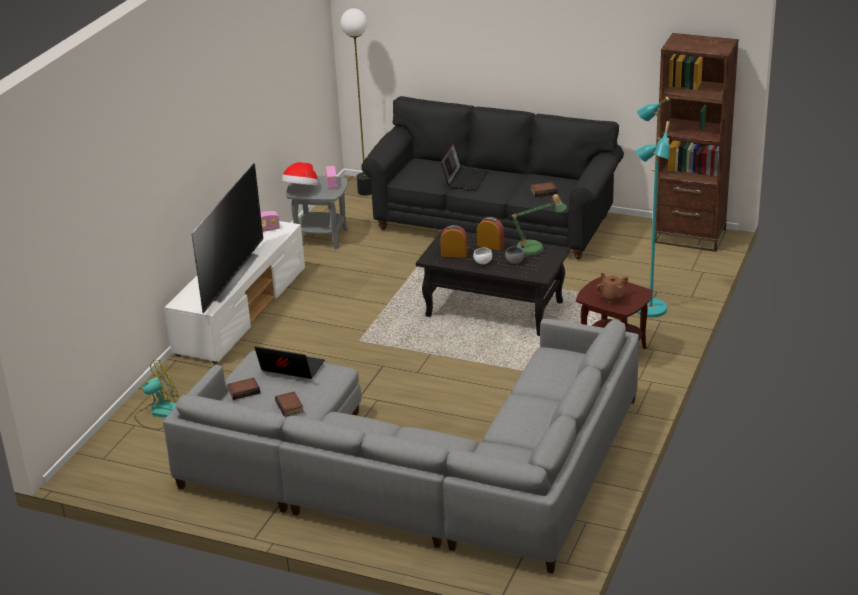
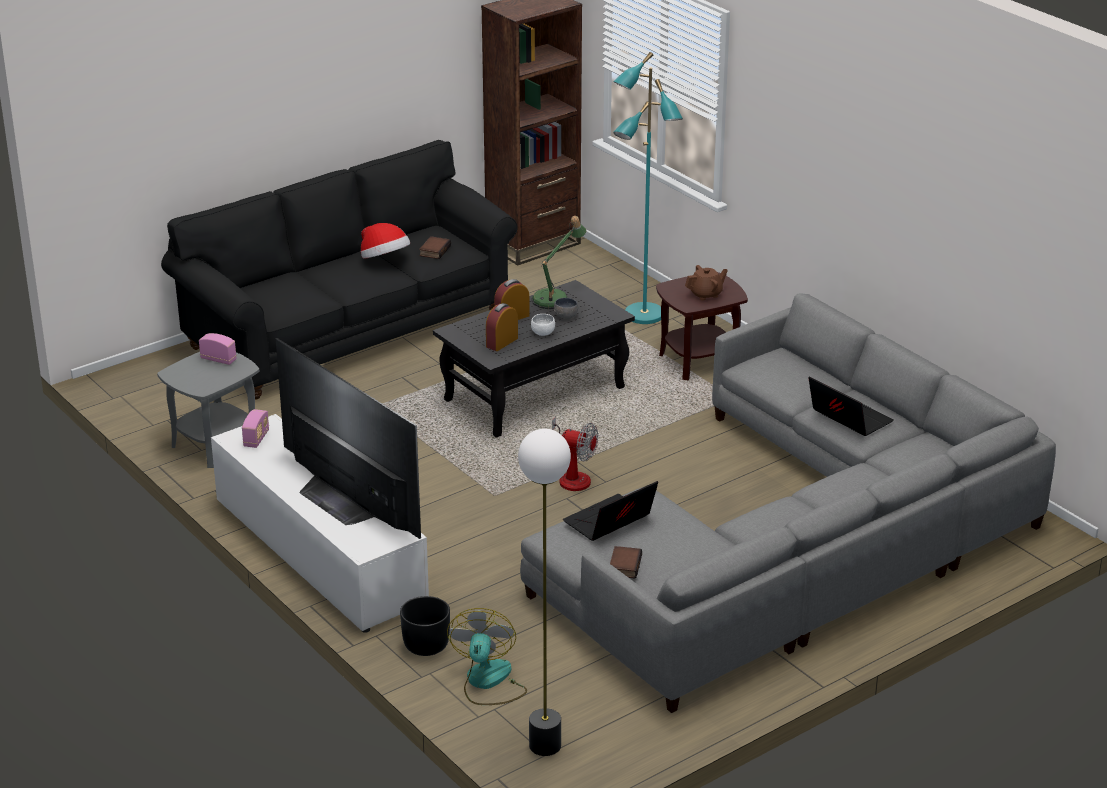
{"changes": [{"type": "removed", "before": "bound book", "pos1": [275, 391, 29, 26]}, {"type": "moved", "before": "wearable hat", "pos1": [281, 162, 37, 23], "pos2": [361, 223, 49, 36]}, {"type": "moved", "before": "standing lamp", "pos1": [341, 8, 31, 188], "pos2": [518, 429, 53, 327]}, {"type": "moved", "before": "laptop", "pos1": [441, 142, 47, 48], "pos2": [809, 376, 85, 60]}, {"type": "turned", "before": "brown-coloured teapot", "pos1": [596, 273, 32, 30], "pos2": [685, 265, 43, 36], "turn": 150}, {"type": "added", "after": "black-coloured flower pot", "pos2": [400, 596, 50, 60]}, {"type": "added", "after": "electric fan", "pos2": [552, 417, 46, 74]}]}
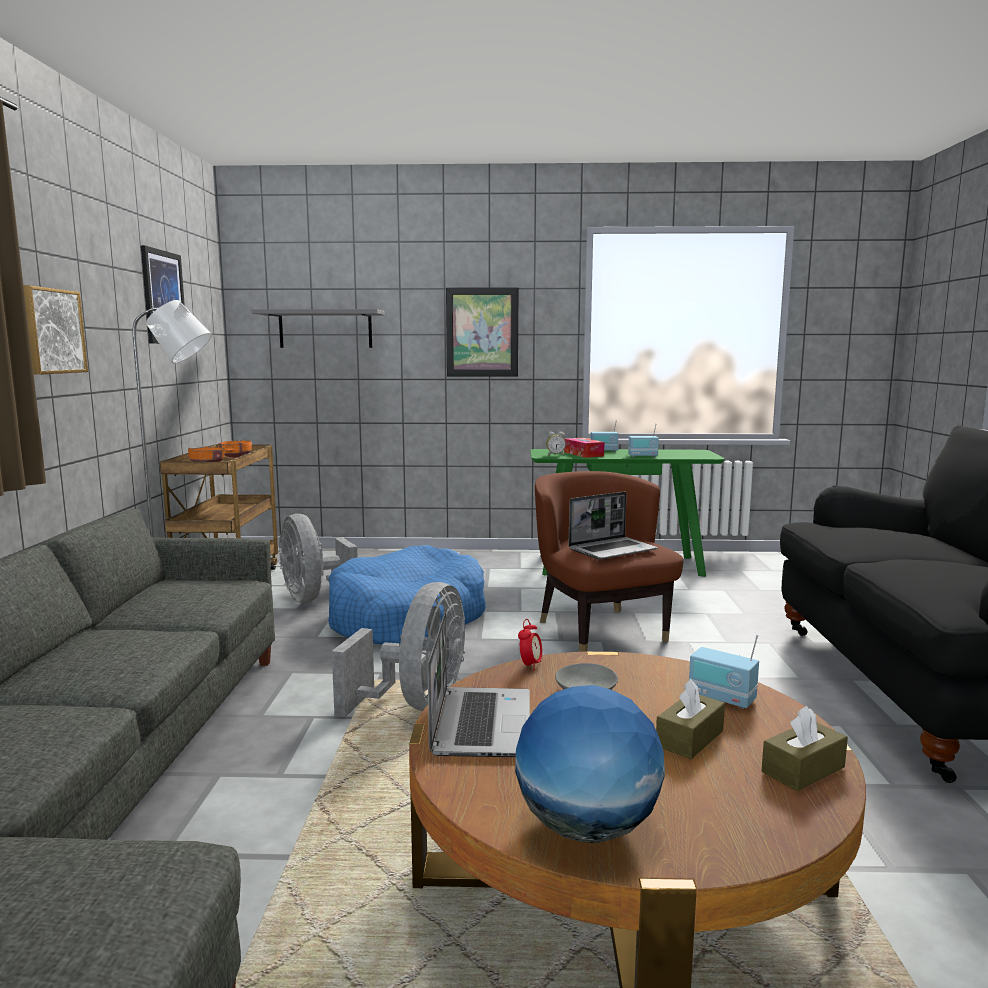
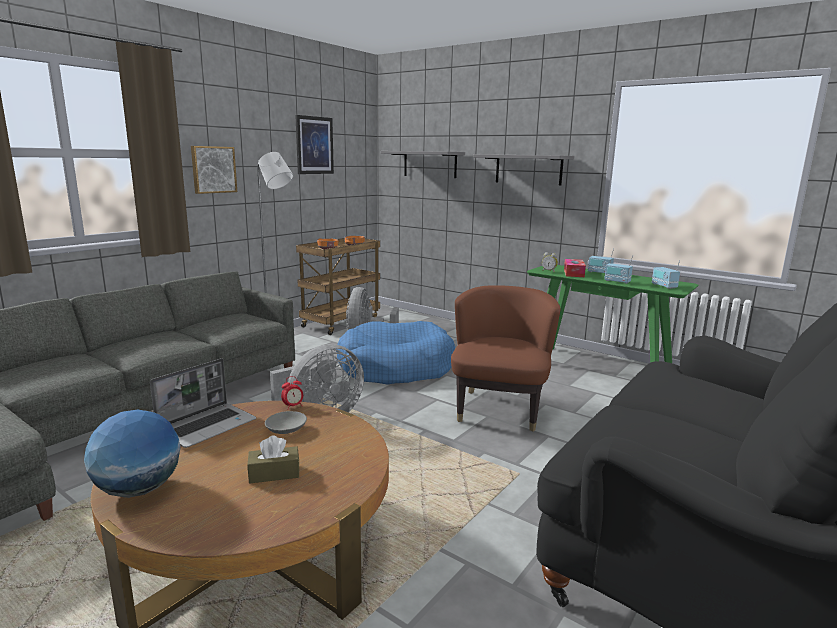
{"changes": [{"type": "replaced", "before": "picture", "after": "grey bracket shelf", "pos1": [446, 287, 73, 90], "pos2": [473, 154, 101, 31]}, {"type": "removed", "before": "laptop", "pos1": [568, 491, 90, 69]}, {"type": "moved", "before": "radio", "pos1": [689, 635, 70, 74], "pos2": [652, 260, 28, 29]}, {"type": "removed", "before": "brown-coloured box of tissues", "pos1": [762, 706, 86, 86]}]}
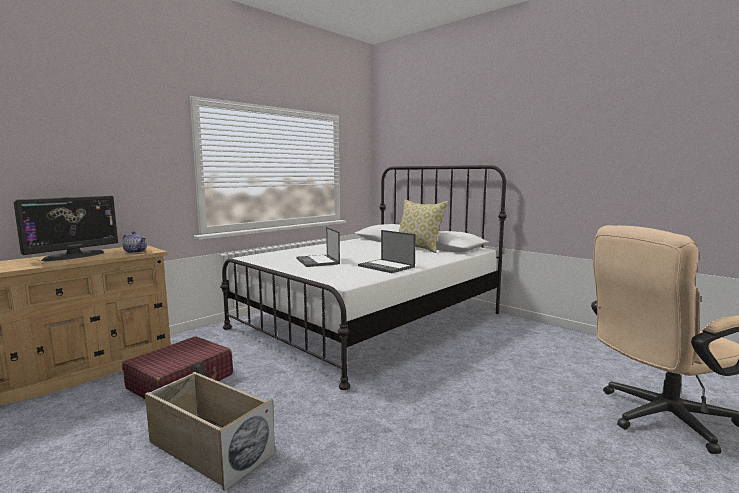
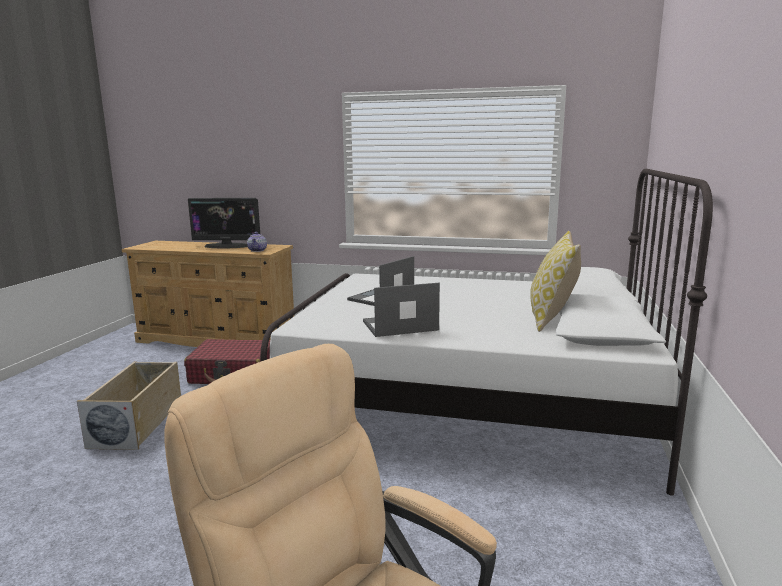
{"changes": [{"type": "turned", "before": "laptop", "pos1": [358, 230, 58, 43], "pos2": [363, 283, 77, 54], "turn": 60}]}
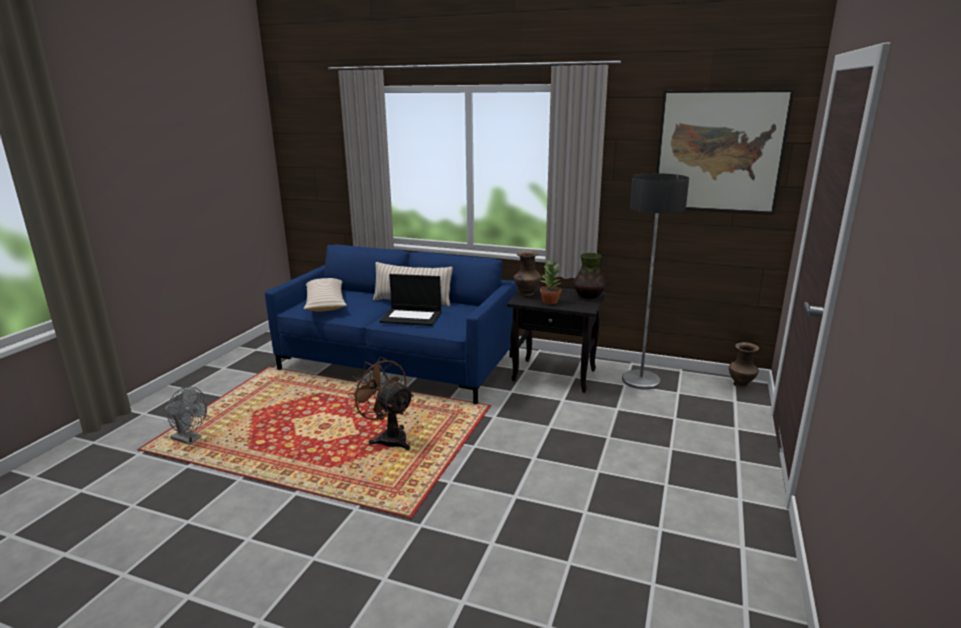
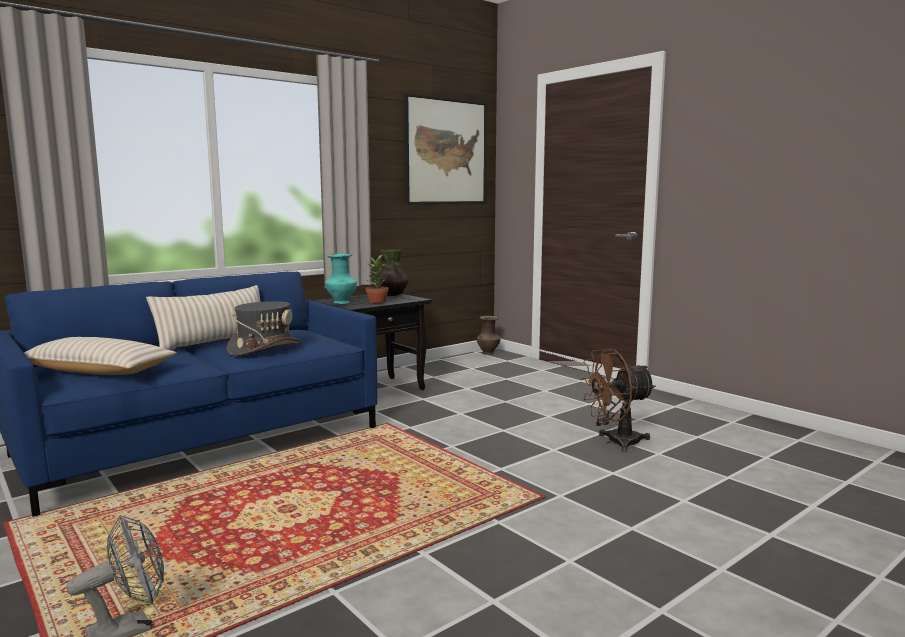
{"changes": [{"type": "moved", "before": "brown-coloured electric fan", "pos1": [348, 357, 66, 93], "pos2": [581, 348, 75, 104]}, {"type": "replaced", "before": "laptop", "after": "grey wearable hat", "pos1": [379, 274, 62, 52], "pos2": [226, 301, 75, 55]}, {"type": "recoloured", "before": "brown-coloured flower vase", "after": "turquoise-coloured flower vase", "pos1": [514, 251, 27, 45], "pos2": [325, 254, 32, 50]}, {"type": "removed", "before": "standing lamp", "pos1": [622, 173, 67, 217]}]}
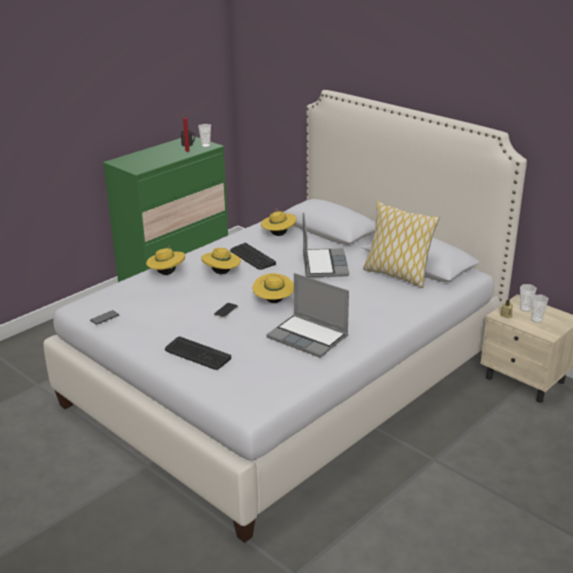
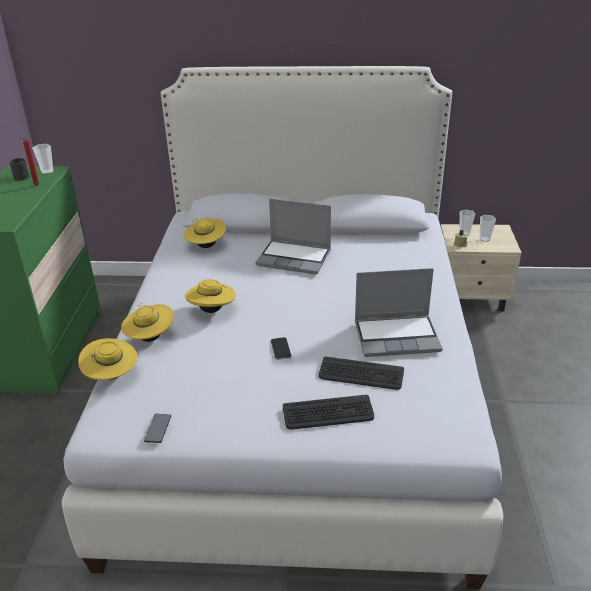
{"changes": [{"type": "moved", "before": "keyboard", "pos1": [230, 243, 46, 27], "pos2": [319, 357, 85, 33]}, {"type": "moved", "before": "yellowish wearable hat", "pos1": [253, 273, 41, 30], "pos2": [78, 338, 59, 42]}, {"type": "turned", "before": "laptop", "pos1": [303, 212, 46, 65], "pos2": [255, 199, 76, 75], "turn": 150}, {"type": "removed", "before": "pillow", "pos1": [363, 201, 77, 87]}]}
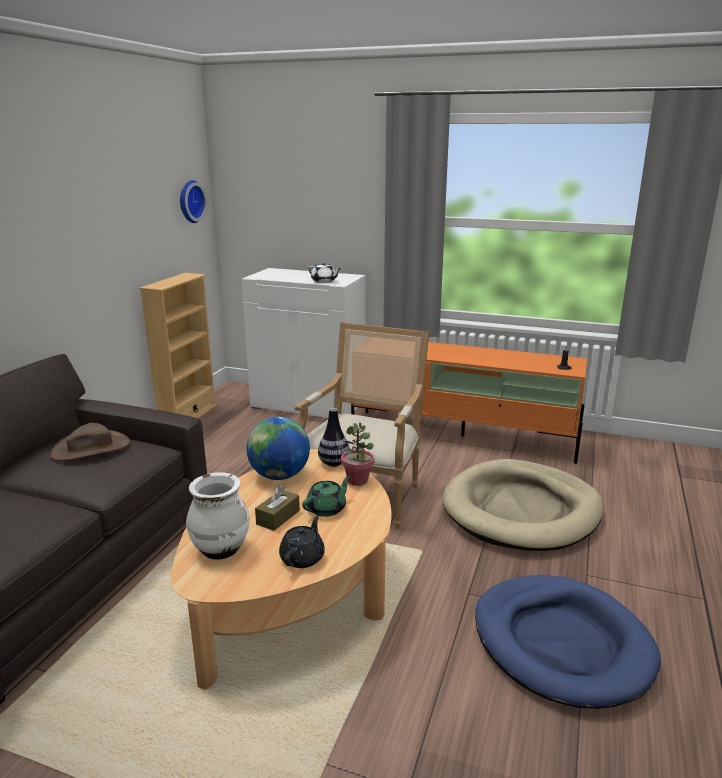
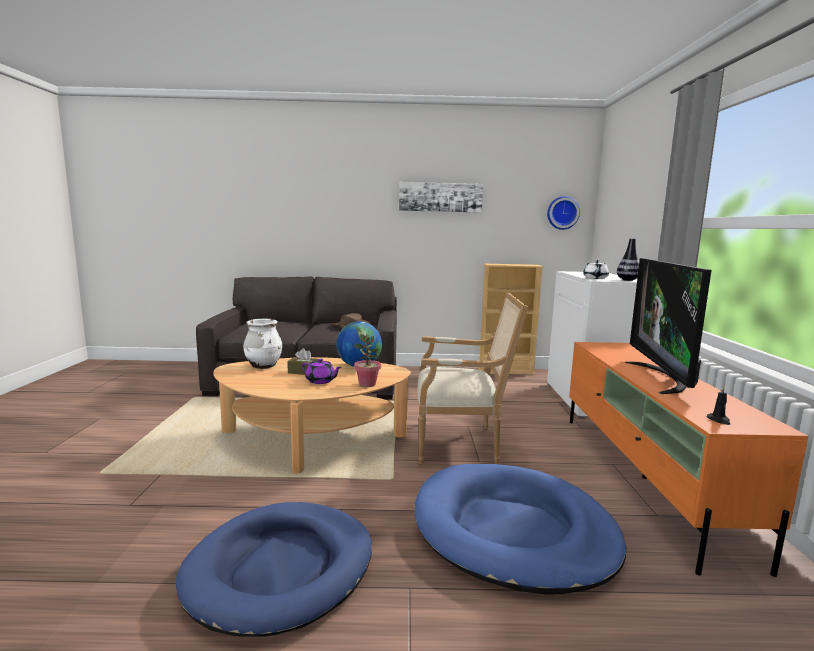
{"changes": [{"type": "removed", "before": "black-coloured teapot", "pos1": [279, 515, 46, 53]}, {"type": "recoloured", "before": "green teapot", "after": "purplish teapot", "pos1": [302, 476, 49, 41], "pos2": [302, 359, 40, 25]}, {"type": "moved", "before": "flower vase", "pos1": [318, 408, 32, 59], "pos2": [617, 238, 22, 43]}, {"type": "recoloured", "before": "beige dog cushion", "after": "blue dog cushion", "pos1": [442, 459, 161, 92], "pos2": [415, 464, 211, 130]}, {"type": "added", "after": "picture", "pos2": [399, 182, 84, 31]}, {"type": "added", "after": "TV set", "pos2": [625, 258, 86, 136]}]}
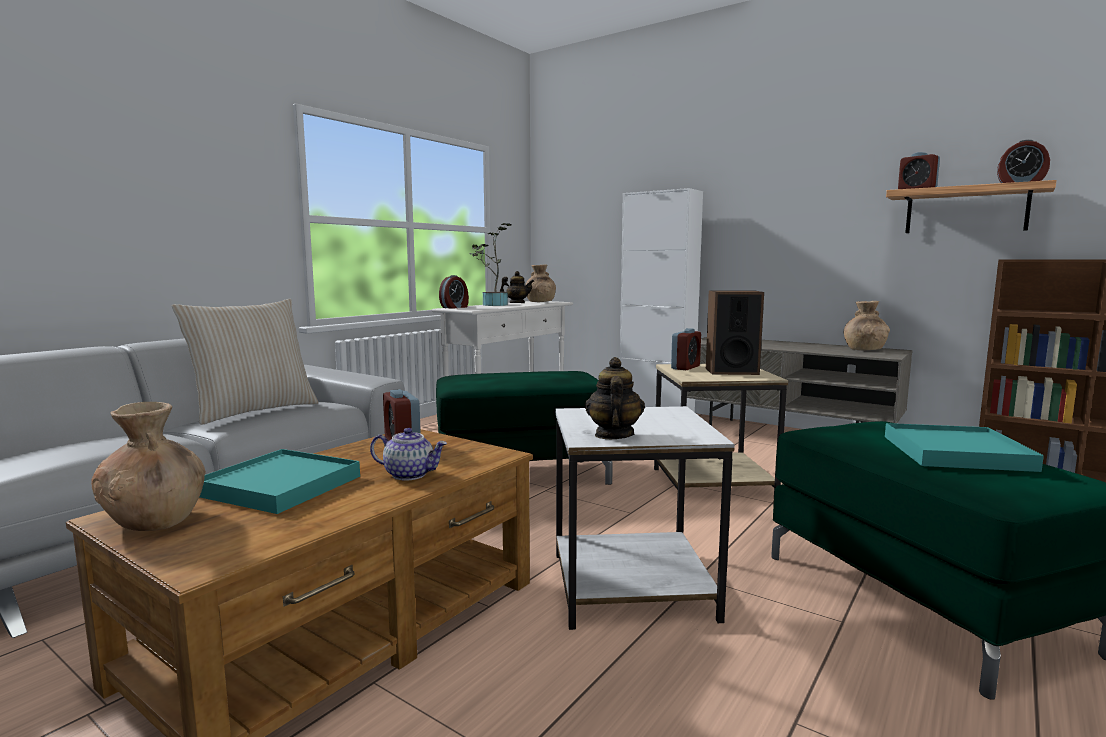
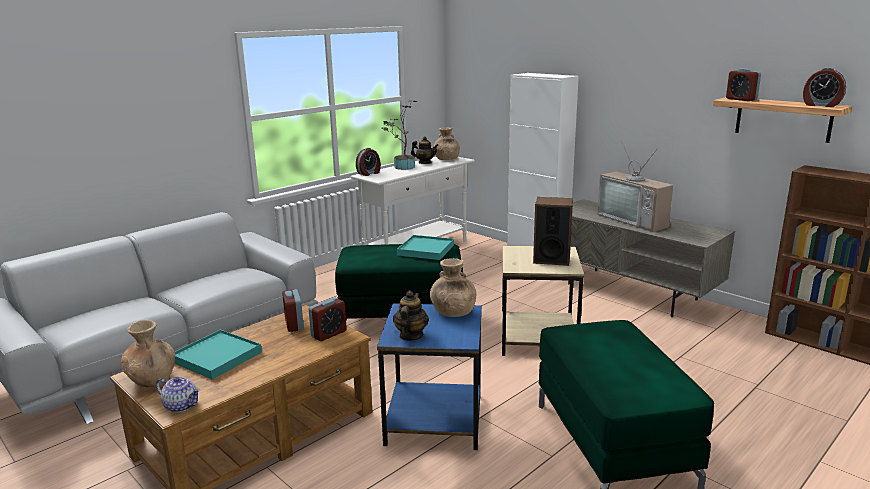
{"changes": [{"type": "removed", "before": "beige pillow", "pos1": [172, 299, 147, 126]}, {"type": "moved", "before": "teapot", "pos1": [370, 428, 77, 52], "pos2": [156, 377, 44, 35]}, {"type": "recoloured", "before": "white accent table", "after": "blue accent table", "pos1": [555, 406, 180, 224], "pos2": [377, 303, 105, 147]}, {"type": "moved", "before": "table clock", "pos1": [671, 328, 30, 42], "pos2": [309, 298, 38, 43]}, {"type": "moved", "before": "brown-coloured flower vase", "pos1": [844, 301, 46, 49], "pos2": [430, 258, 47, 59]}, {"type": "moved", "before": "turquoise-coloured serving tray", "pos1": [885, 423, 159, 49], "pos2": [397, 235, 57, 25]}, {"type": "added", "after": "TV set", "pos2": [598, 140, 75, 92]}]}
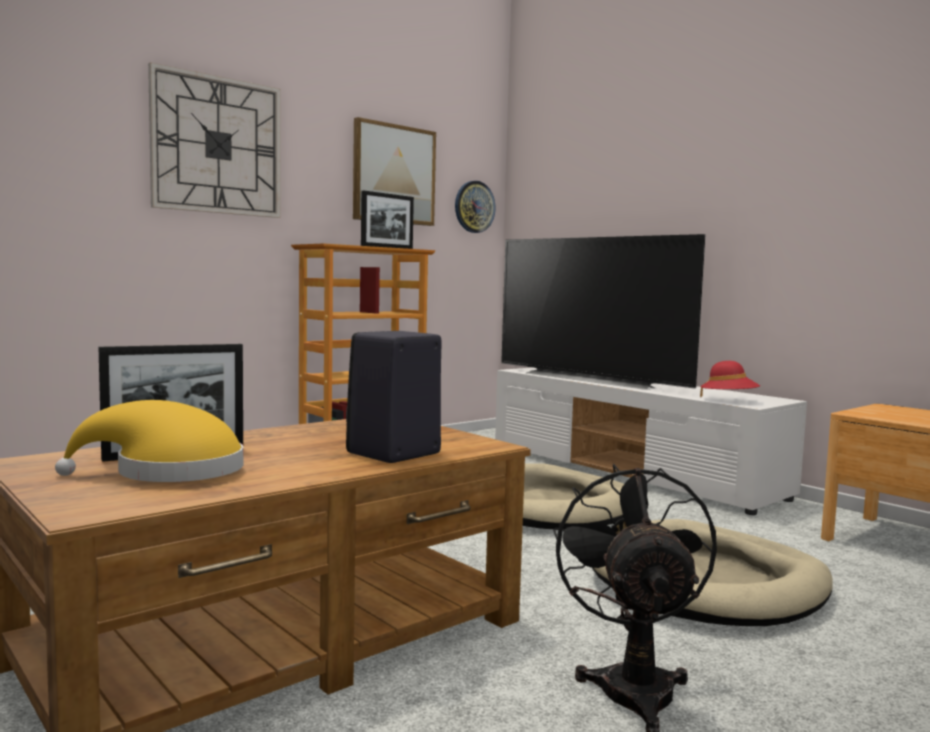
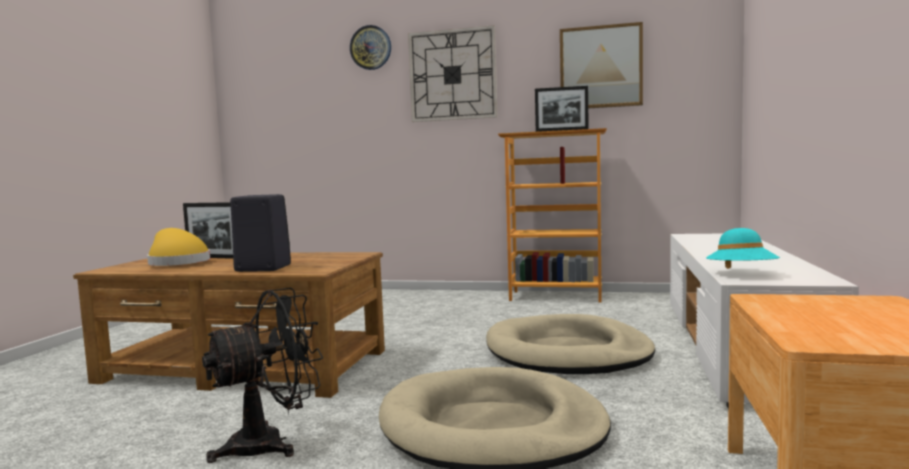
{"changes": [{"type": "moved", "before": "hanging clock", "pos1": [455, 181, 41, 52], "pos2": [350, 25, 41, 45]}, {"type": "removed", "before": "TV set", "pos1": [501, 234, 204, 156]}, {"type": "recoloured", "before": "red-coloured wearable hat", "after": "turquoise-coloured wearable hat", "pos1": [700, 361, 60, 36], "pos2": [706, 228, 74, 41]}]}
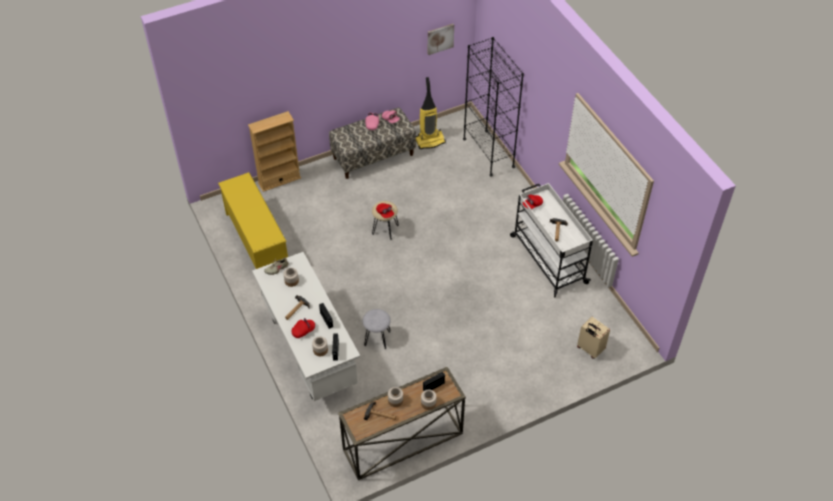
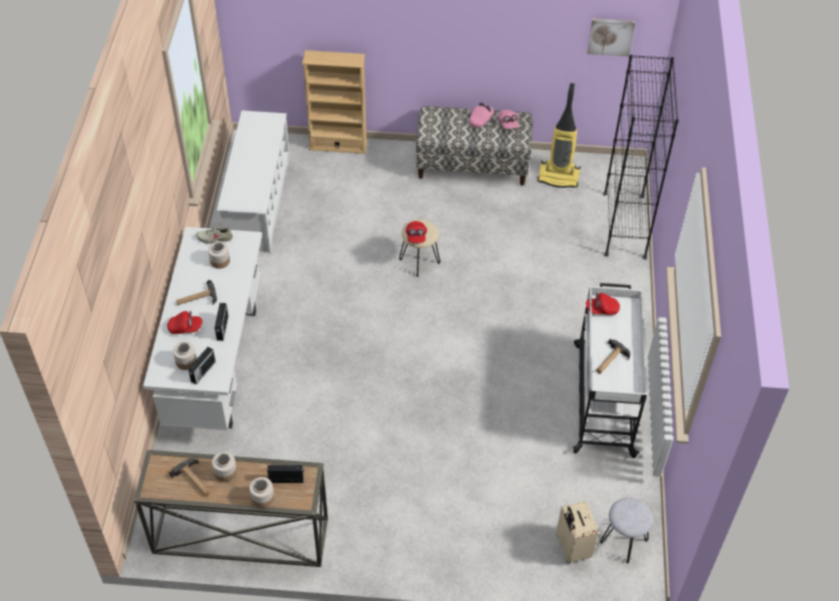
{"changes": [{"type": "recoloured", "before": "yellowish shoe stand", "after": "white shoe stand", "pos1": [218, 172, 70, 97], "pos2": [217, 110, 73, 144]}, {"type": "moved", "before": "grey stool", "pos1": [363, 309, 28, 40], "pos2": [600, 498, 53, 65]}]}
